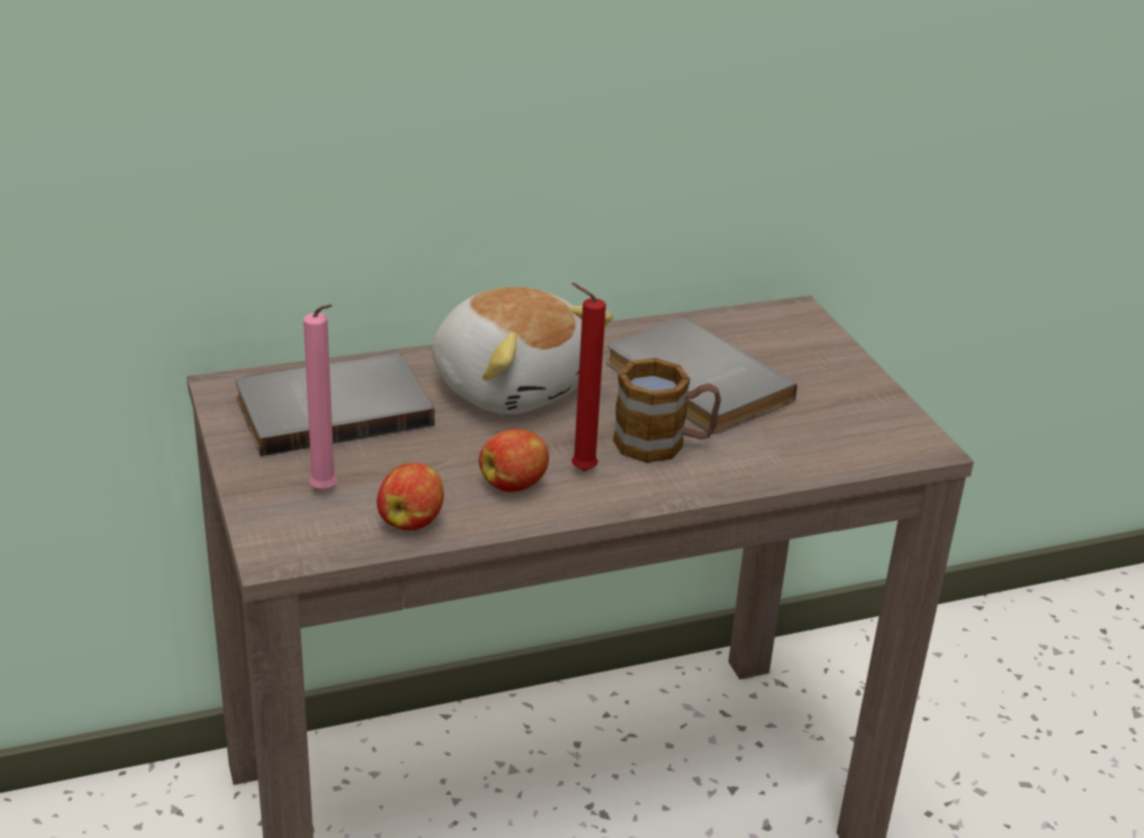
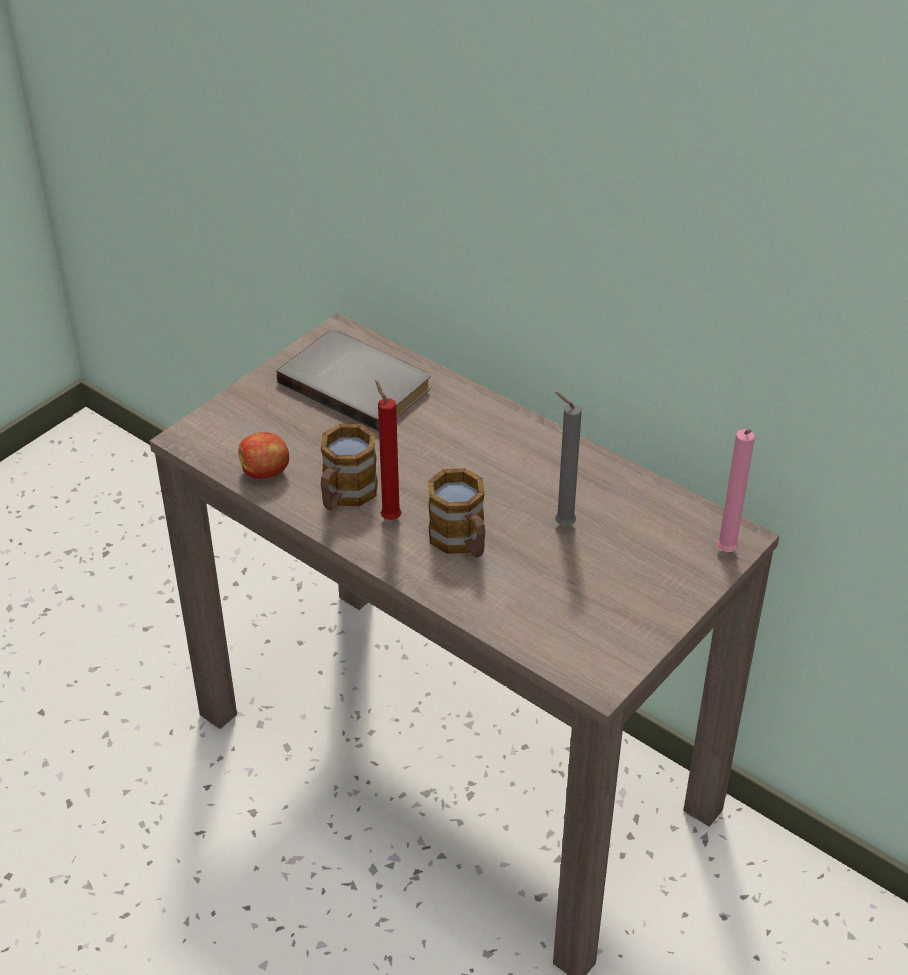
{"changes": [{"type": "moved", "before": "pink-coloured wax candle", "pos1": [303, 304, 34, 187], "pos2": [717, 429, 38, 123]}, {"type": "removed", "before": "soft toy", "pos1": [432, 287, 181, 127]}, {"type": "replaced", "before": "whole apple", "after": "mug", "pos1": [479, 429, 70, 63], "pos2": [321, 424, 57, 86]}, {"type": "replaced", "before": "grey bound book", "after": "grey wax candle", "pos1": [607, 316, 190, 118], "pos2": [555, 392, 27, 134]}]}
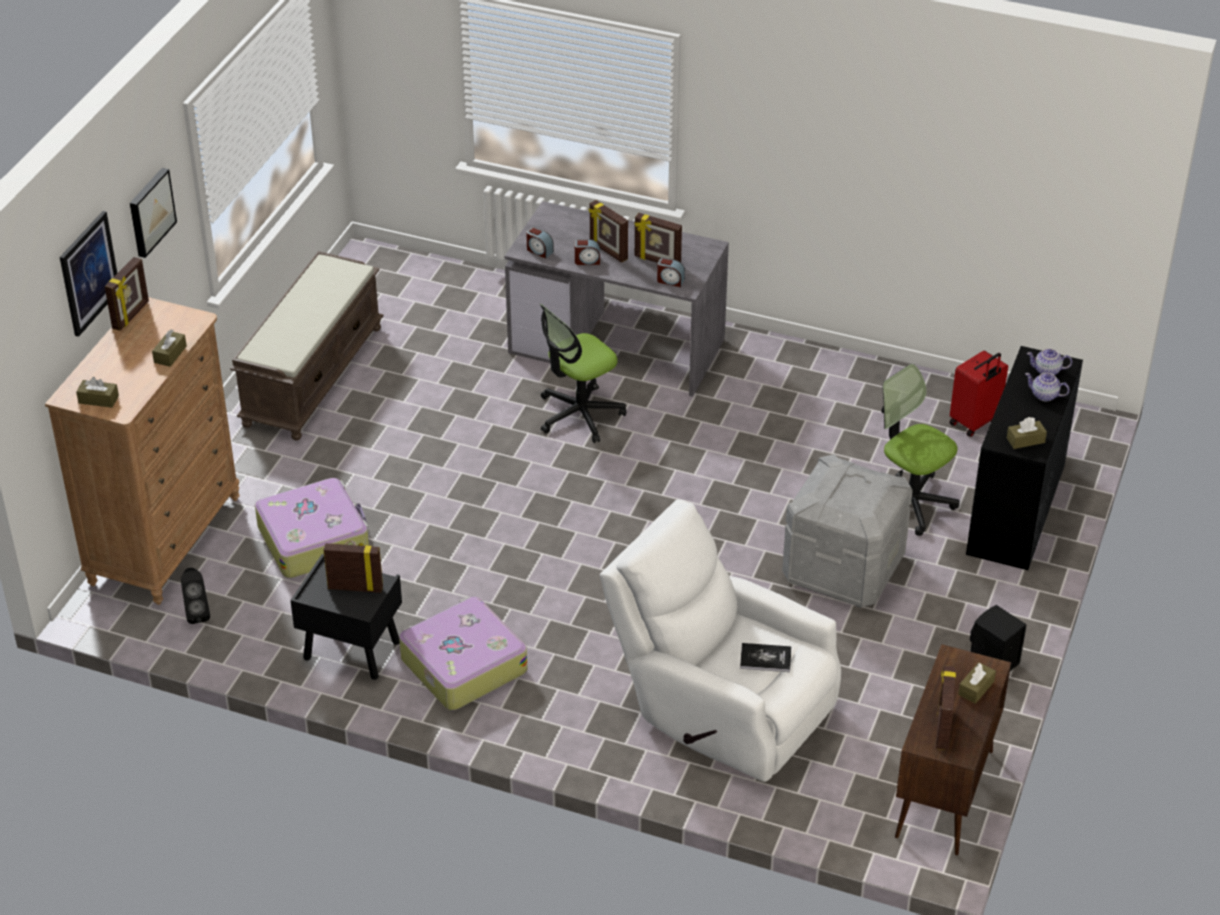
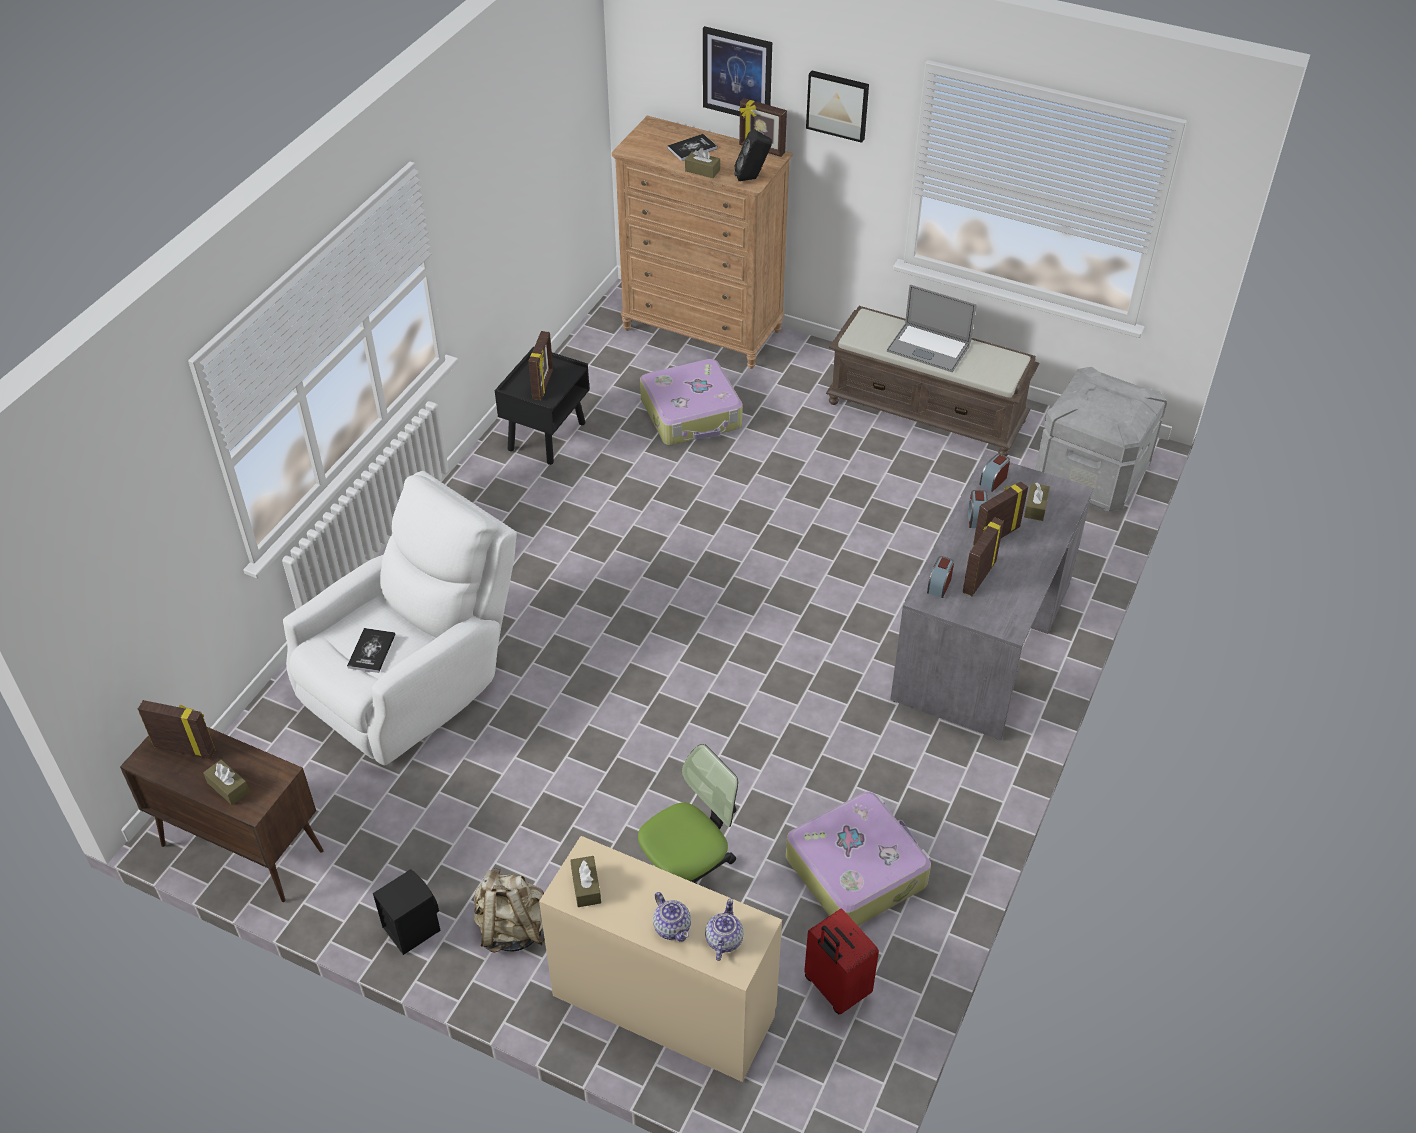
{"changes": [{"type": "moved", "before": "brown-coloured box of tissues", "pos1": [76, 377, 43, 31], "pos2": [1024, 483, 26, 38]}, {"type": "moved", "before": "black-coloured speaker", "pos1": [181, 568, 29, 56], "pos2": [734, 129, 38, 52]}, {"type": "moved", "before": "suitcase", "pos1": [399, 597, 128, 113], "pos2": [786, 792, 145, 134]}, {"type": "removed", "before": "office chair", "pos1": [540, 303, 86, 140]}, {"type": "moved", "before": "grey storage bin", "pos1": [782, 454, 131, 153], "pos2": [1035, 367, 132, 144]}, {"type": "recoloured", "before": "black-coloured desk table", "after": "beige desk table", "pos1": [966, 346, 117, 224], "pos2": [539, 836, 243, 246]}, {"type": "turned", "before": "teapot", "pos1": [1025, 373, 44, 28], "pos2": [653, 892, 38, 50], "turn": 120}, {"type": "added", "after": "beige knapsack", "pos2": [474, 868, 71, 85]}, {"type": "added", "after": "bound book", "pos2": [667, 134, 50, 27]}, {"type": "added", "after": "laptop", "pos2": [887, 285, 90, 87]}]}
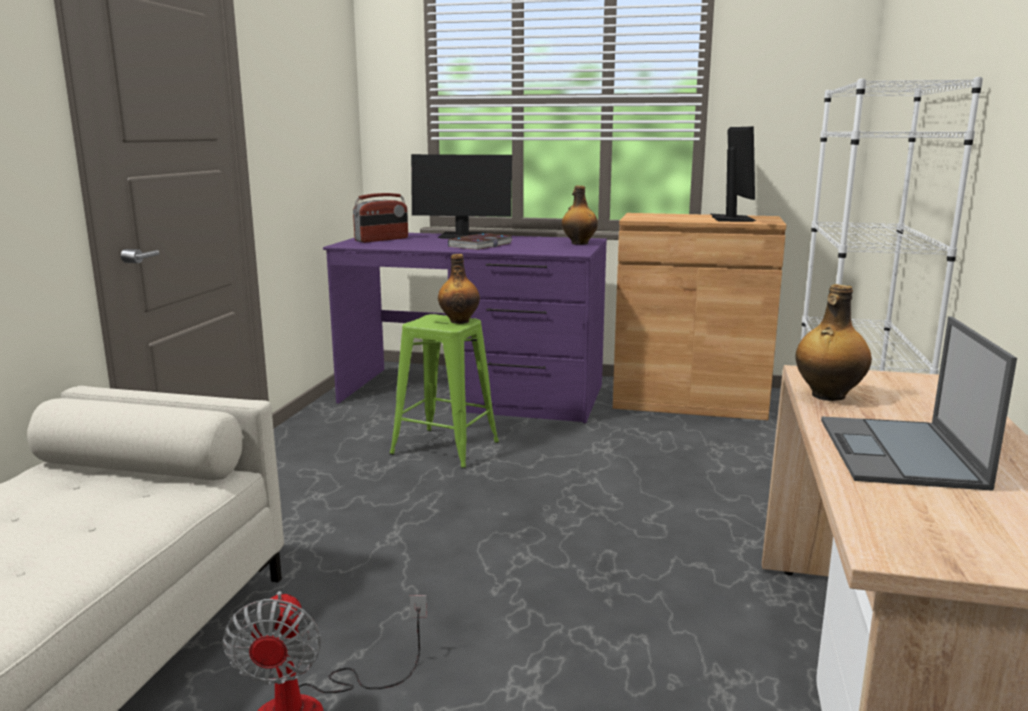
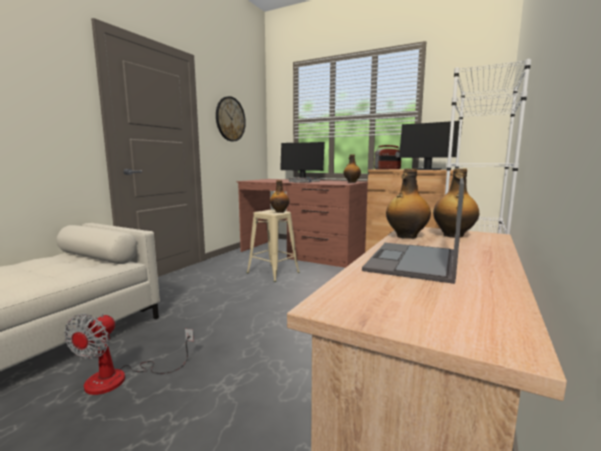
{"changes": [{"type": "recoloured", "before": "purplish desk table", "after": "brown-coloured desk table", "pos1": [323, 233, 284, 190], "pos2": [237, 179, 131, 89]}, {"type": "moved", "before": "radio", "pos1": [353, 193, 55, 50], "pos2": [374, 145, 27, 24]}, {"type": "recoloured", "before": "green stool", "after": "beige stool", "pos1": [389, 314, 110, 155], "pos2": [247, 210, 53, 72]}, {"type": "turned", "before": "computer screen", "pos1": [711, 126, 45, 96], "pos2": [399, 121, 64, 49], "turn": 105}, {"type": "added", "after": "hanging clock", "pos2": [216, 96, 30, 45]}, {"type": "added", "after": "beverage bottle", "pos2": [433, 168, 46, 70]}]}
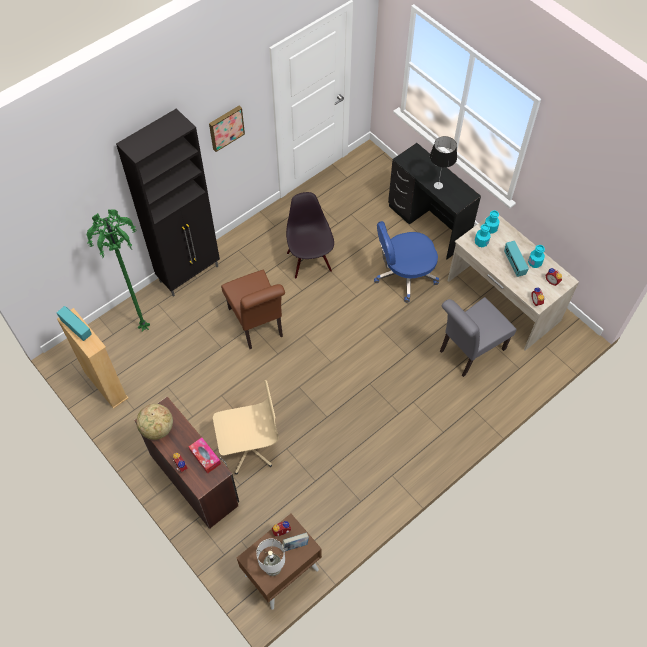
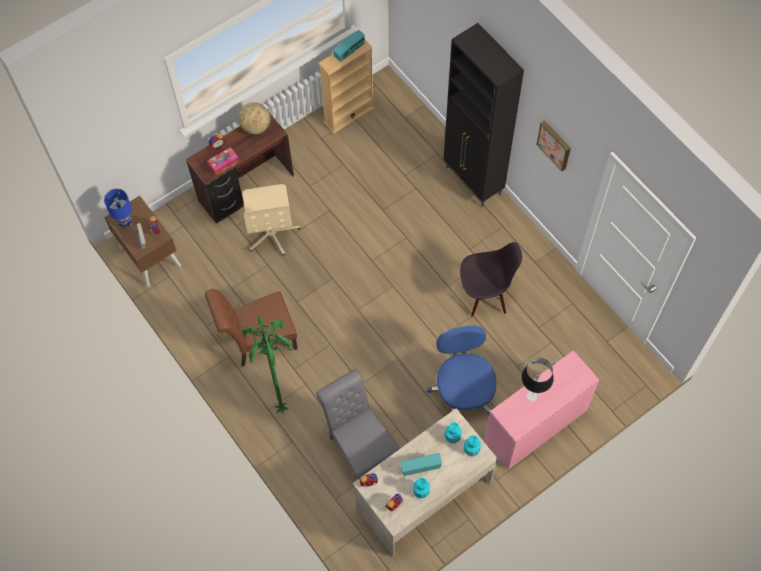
{"changes": [{"type": "moved", "before": "green standing lamp", "pos1": [87, 209, 63, 123], "pos2": [242, 316, 50, 98]}, {"type": "moved", "before": "brown-coloured chair", "pos1": [221, 270, 64, 79], "pos2": [205, 289, 93, 78]}, {"type": "recoloured", "before": "white lamp for a table", "after": "blue lamp for a table", "pos1": [256, 539, 29, 37], "pos2": [104, 189, 29, 39]}, {"type": "recoloured", "before": "black-coloured desk table", "after": "pink-coloured desk table", "pos1": [388, 143, 93, 116], "pos2": [484, 350, 115, 120]}]}
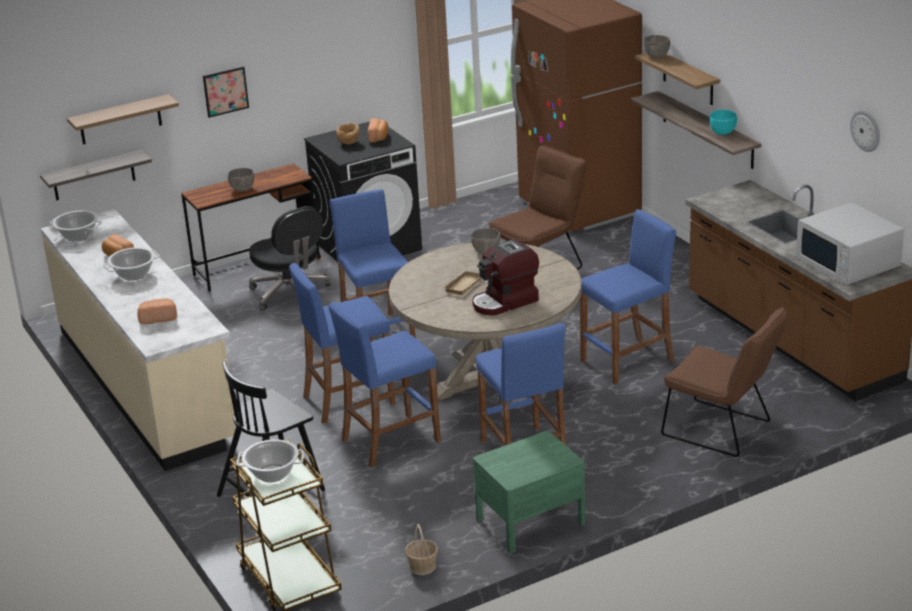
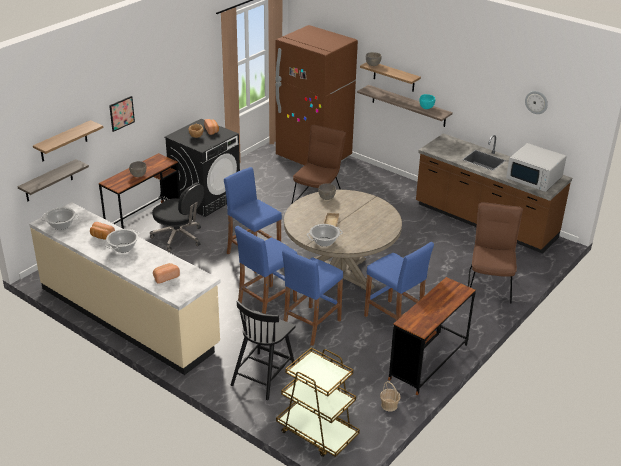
{"changes": [{"type": "moved", "before": "cooking pot", "pos1": [237, 439, 67, 43], "pos2": [307, 224, 36, 23]}, {"type": "removed", "before": "coffee machine", "pos1": [472, 239, 67, 77]}, {"type": "replaced", "before": "green nightstand", "after": "brown-coloured desk table", "pos1": [473, 431, 112, 122], "pos2": [388, 277, 88, 118]}, {"type": "removed", "before": "blue stool", "pos1": [580, 209, 96, 176]}, {"type": "turned", "before": "brown-coloured chair", "pos1": [661, 307, 126, 150], "pos2": [468, 202, 55, 101], "turn": -90}]}
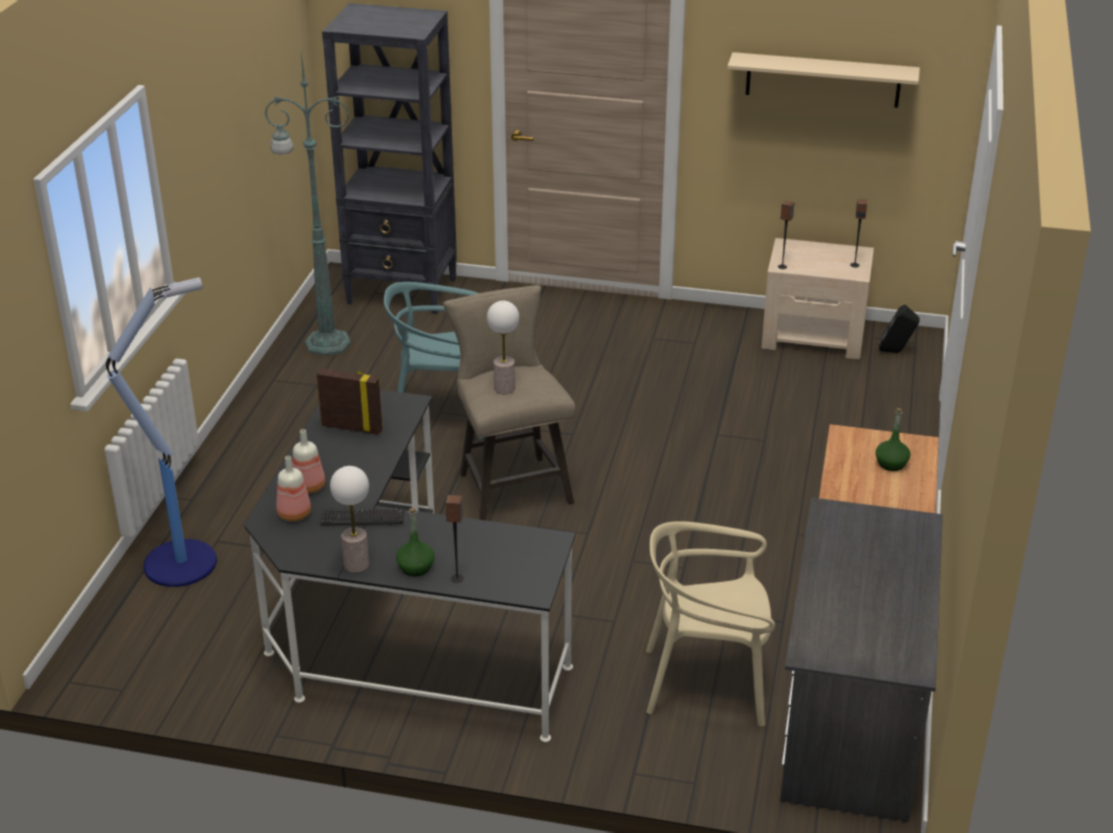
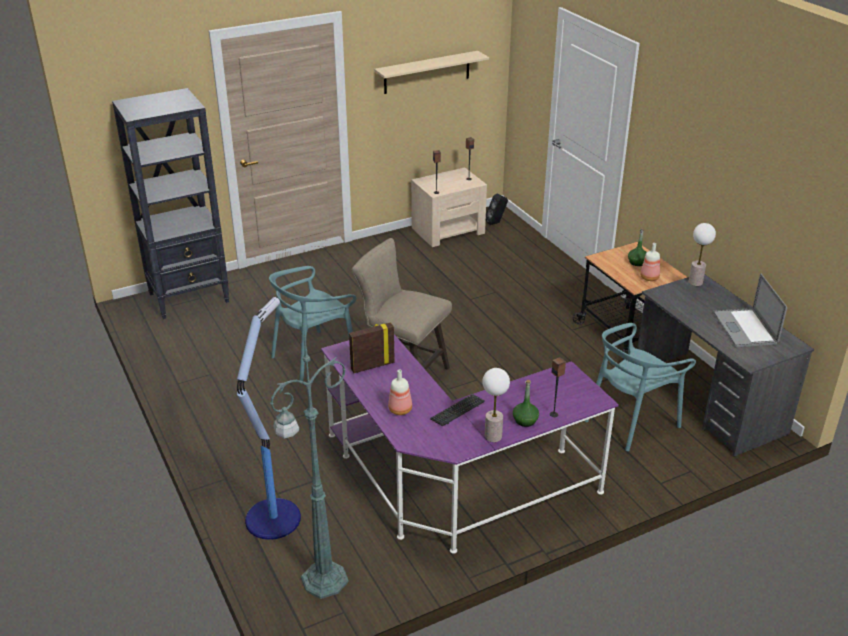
{"changes": [{"type": "recoloured", "before": "black-coloured desk table", "after": "purplish desk table", "pos1": [244, 390, 332, 352], "pos2": [321, 334, 298, 220]}, {"type": "moved", "before": "green standing lamp", "pos1": [264, 52, 87, 304], "pos2": [270, 332, 79, 267]}, {"type": "moved", "before": "beverage bottle", "pos1": [277, 456, 34, 65], "pos2": [640, 243, 20, 38]}, {"type": "moved", "before": "lamp for a table", "pos1": [487, 301, 32, 93], "pos2": [688, 223, 28, 63]}, {"type": "recoloured", "before": "beige chair", "after": "turquoise-coloured chair", "pos1": [646, 521, 129, 205], "pos2": [585, 323, 111, 128]}, {"type": "added", "after": "laptop", "pos2": [713, 273, 74, 74]}]}
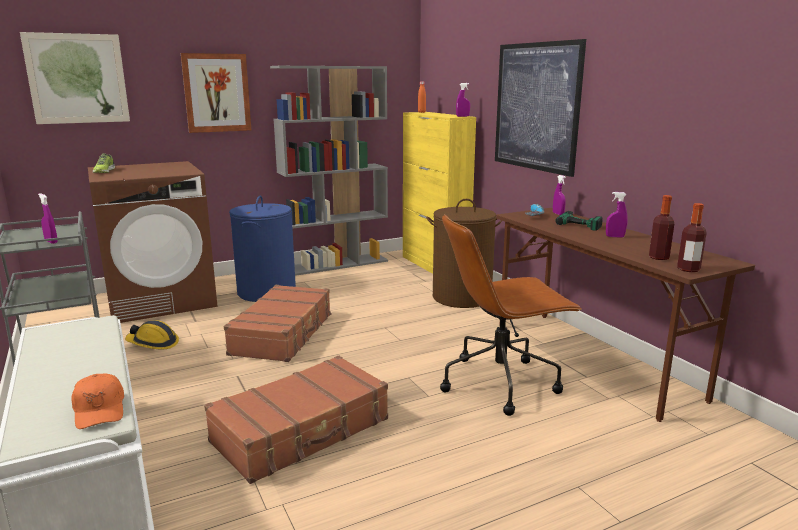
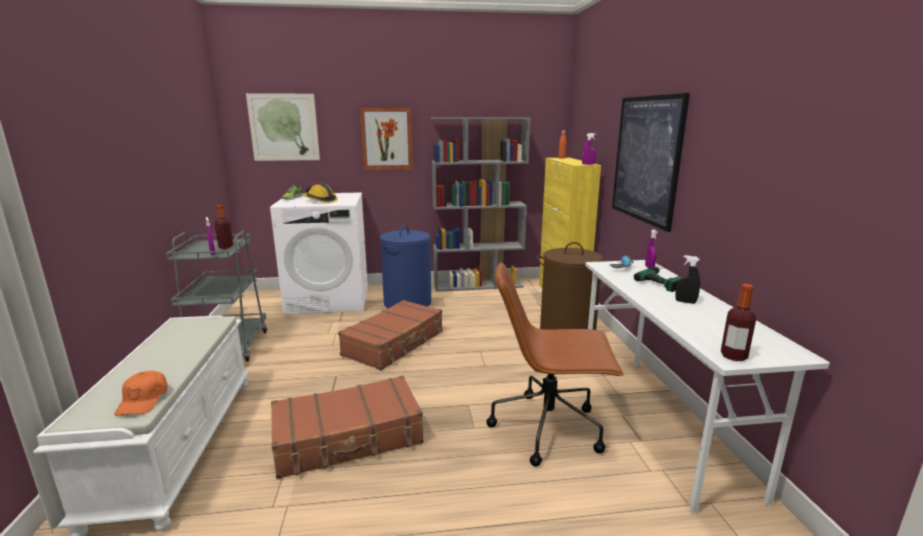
{"changes": [{"type": "recoloured", "before": "brown-coloured washing machine", "after": "white washing machine", "pos1": [88, 161, 130, 162], "pos2": [270, 192, 98, 123]}, {"type": "moved", "before": "safety helmet", "pos1": [125, 320, 54, 30], "pos2": [302, 184, 36, 19]}, {"type": "recoloured", "before": "brown-coloured desk table", "after": "white desk table", "pos1": [496, 208, 259, 214], "pos2": [585, 260, 245, 254]}, {"type": "recoloured", "before": "purplish sprayer", "after": "black-coloured sprayer", "pos1": [606, 192, 22, 45], "pos2": [675, 255, 25, 49]}, {"type": "moved", "before": "beverage bottle", "pos1": [649, 195, 25, 65], "pos2": [215, 205, 18, 44]}]}
